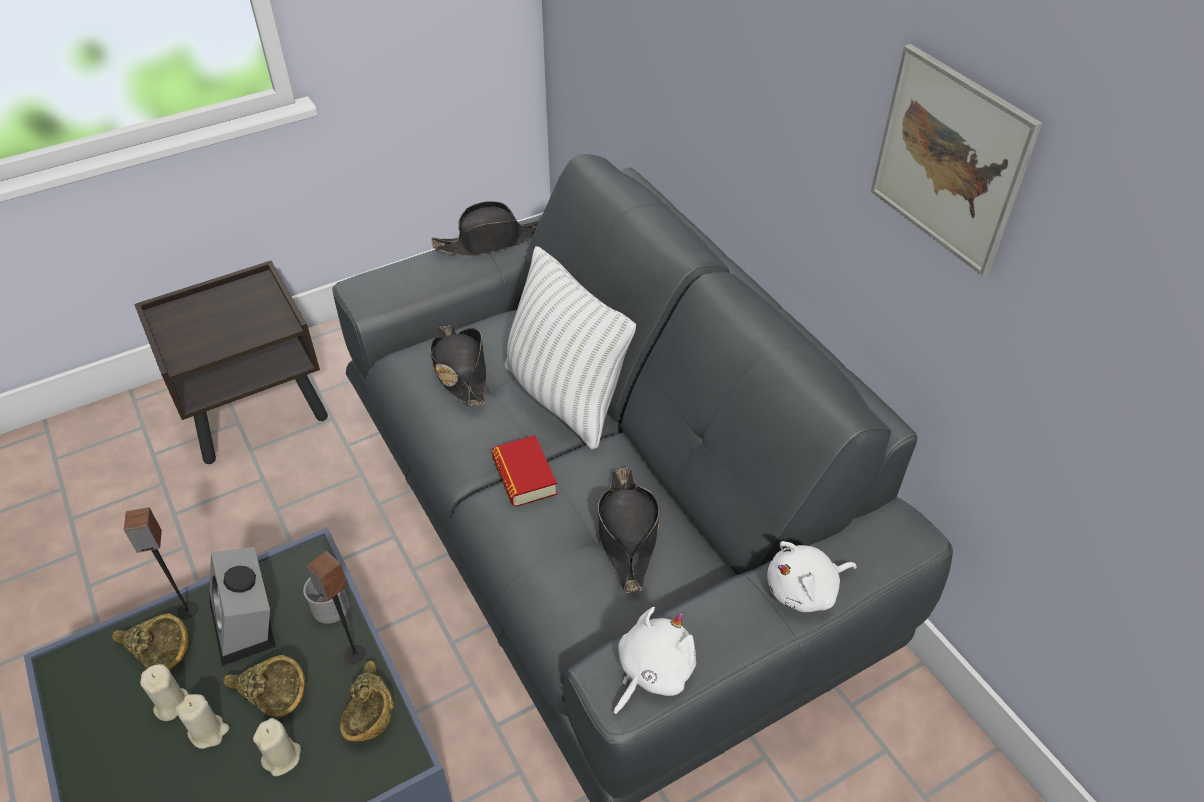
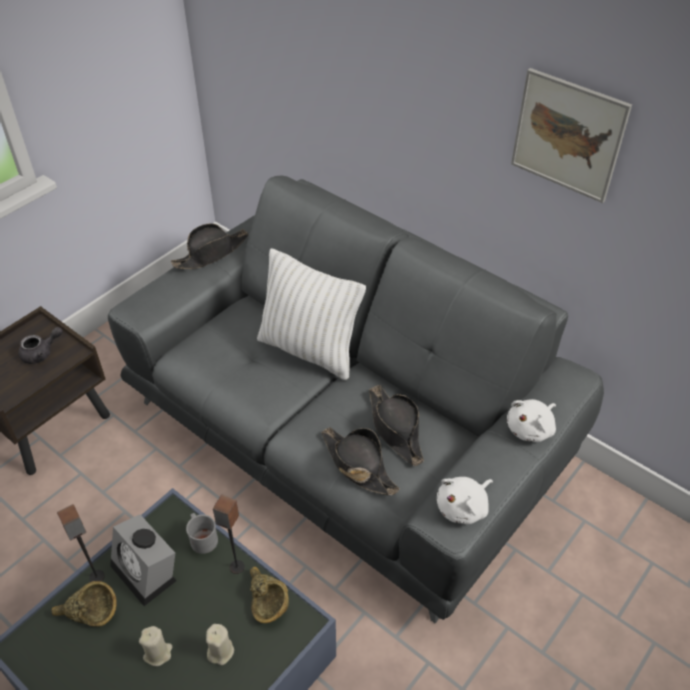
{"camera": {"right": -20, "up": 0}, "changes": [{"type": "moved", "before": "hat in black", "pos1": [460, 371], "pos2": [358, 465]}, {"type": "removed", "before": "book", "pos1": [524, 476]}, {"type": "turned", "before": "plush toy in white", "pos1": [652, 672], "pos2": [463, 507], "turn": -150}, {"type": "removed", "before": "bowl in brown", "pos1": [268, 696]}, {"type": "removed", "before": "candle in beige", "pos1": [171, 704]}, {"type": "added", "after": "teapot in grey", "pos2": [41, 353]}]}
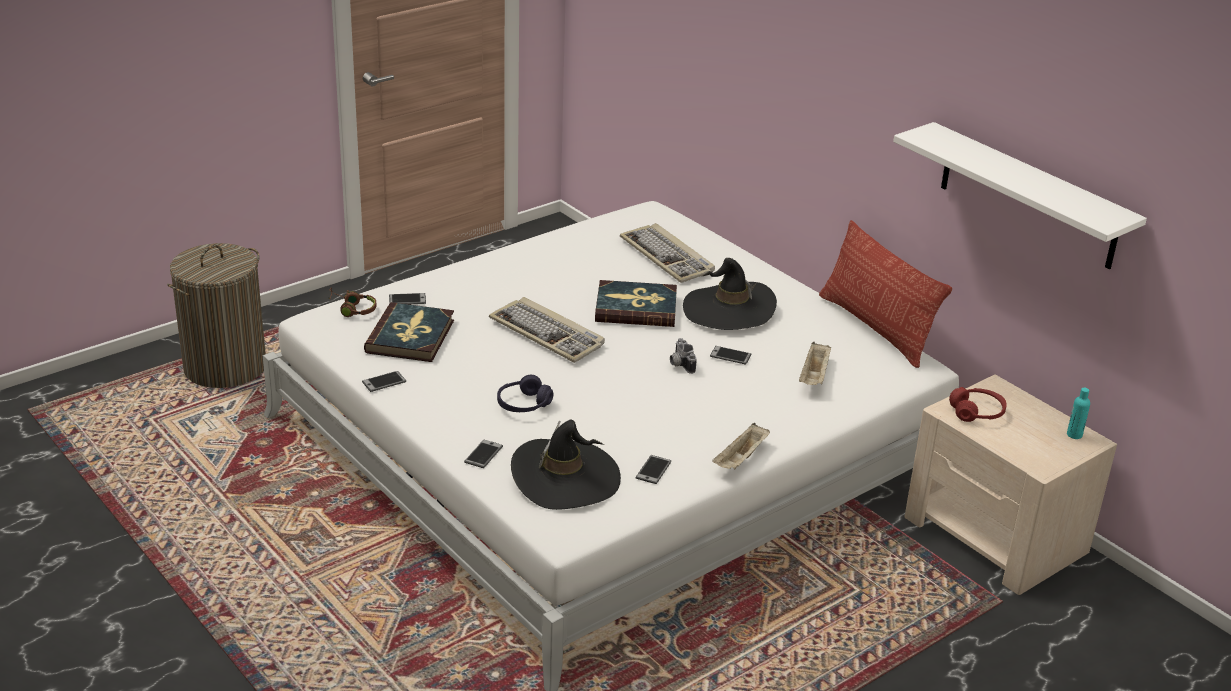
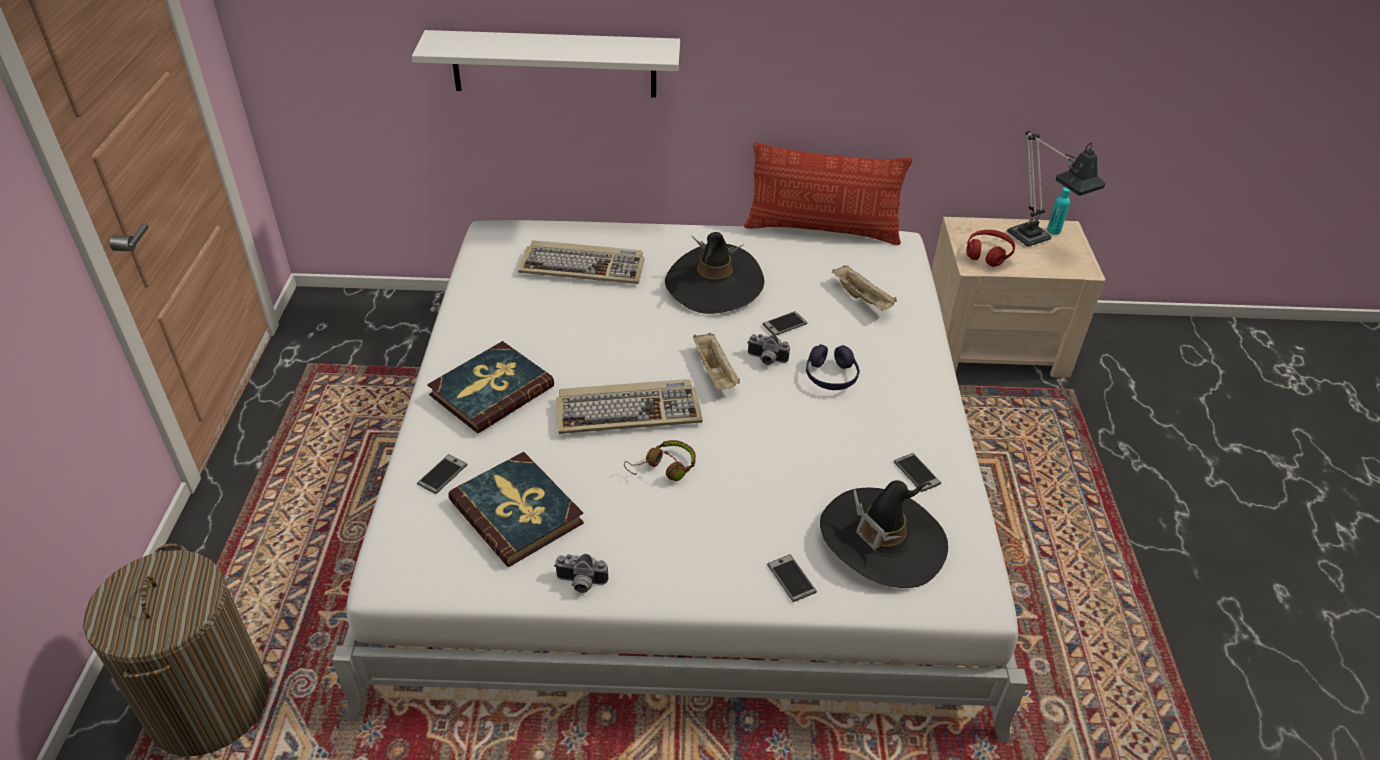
{"camera": {"right": -50, "up": 10}, "changes": [{"type": "moved", "before": "shelf in white", "pos1": [1028, 196], "pos2": [554, 64]}, {"type": "moved", "before": "book", "pos1": [636, 308], "pos2": [491, 390]}, {"type": "moved", "before": "headphones in brown", "pos1": [352, 309], "pos2": [663, 468]}, {"type": "replaced", "before": "phone", "after": "photo camera", "pos1": [384, 382], "pos2": [580, 583]}, {"type": "moved", "before": "headphones in purple", "pos1": [523, 404], "pos2": [831, 376]}, {"type": "moved", "before": "tray in beige", "pos1": [741, 459], "pos2": [715, 372]}, {"type": "added", "after": "table lamp", "pos2": [1035, 241]}]}
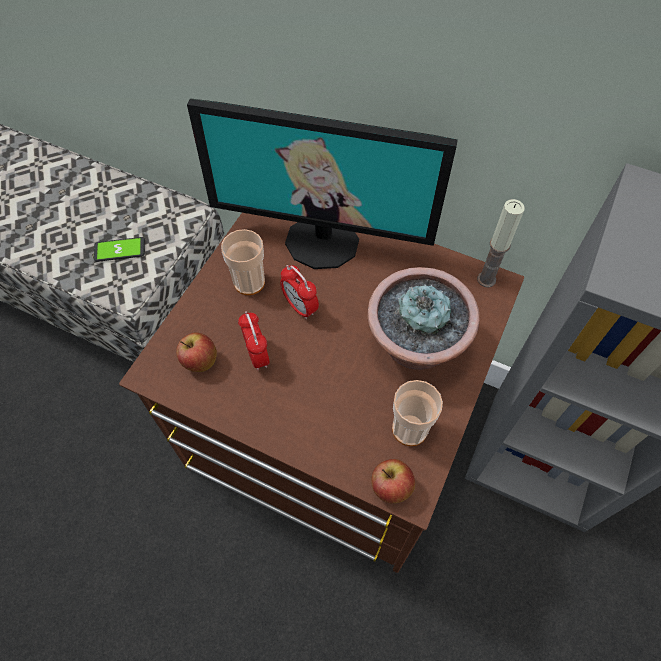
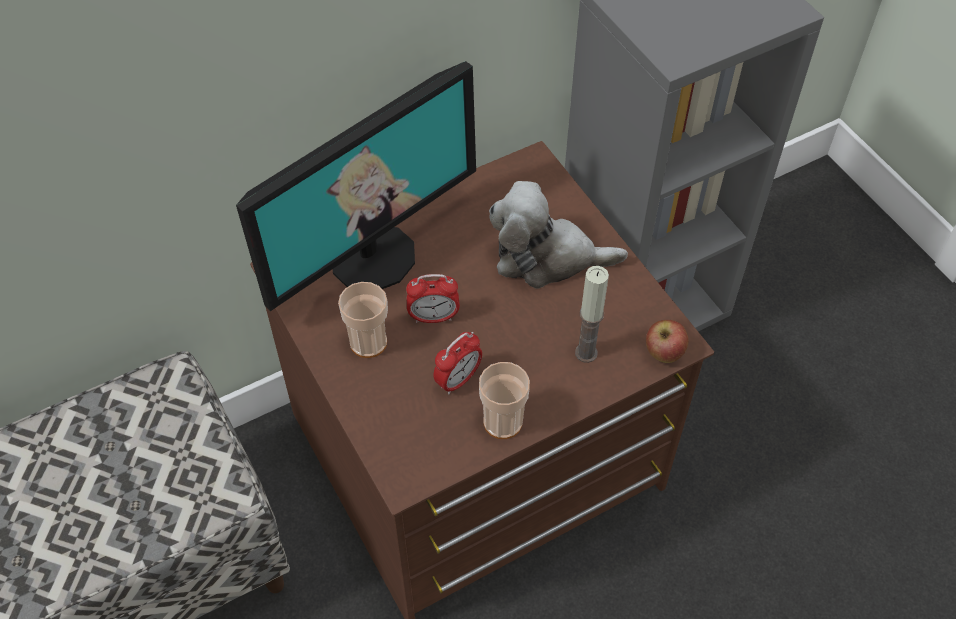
{"camera": {"right": -55, "up": -5}, "changes": [{"type": "moved", "before": "candle", "pos1": [486, 279], "pos2": [586, 353]}, {"type": "removed", "before": "phone", "pos1": [119, 250]}, {"type": "replaced", "before": "potted plant", "after": "plush toy", "pos1": [415, 346], "pos2": [547, 257]}, {"type": "turned", "before": "alarm clock", "pos1": [257, 355], "pos2": [458, 380], "turn": 120}, {"type": "removed", "before": "apple", "pos1": [200, 362]}, {"type": "moved", "before": "cup", "pos1": [409, 429], "pos2": [502, 422]}]}
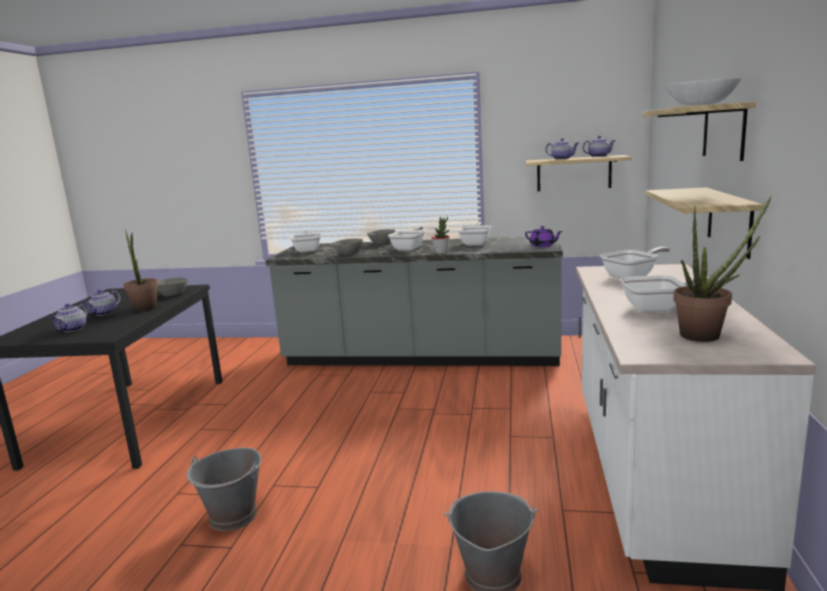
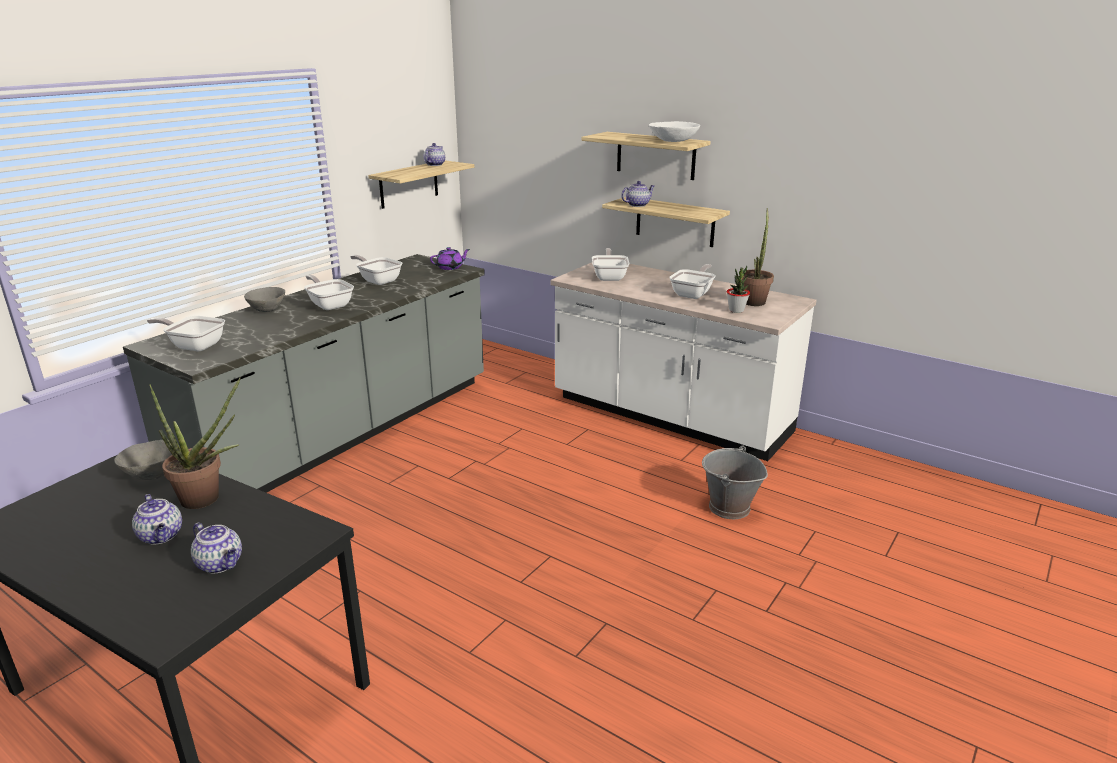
{"camera": {"right": -65, "up": 10}, "changes": [{"type": "moved", "before": "teapot", "pos1": [562, 159], "pos2": [637, 205]}, {"type": "moved", "before": "potted plant", "pos1": [441, 252], "pos2": [736, 310]}, {"type": "removed", "before": "bowl in grey", "pos1": [348, 254]}, {"type": "removed", "before": "bucket in grey", "pos1": [233, 516]}]}
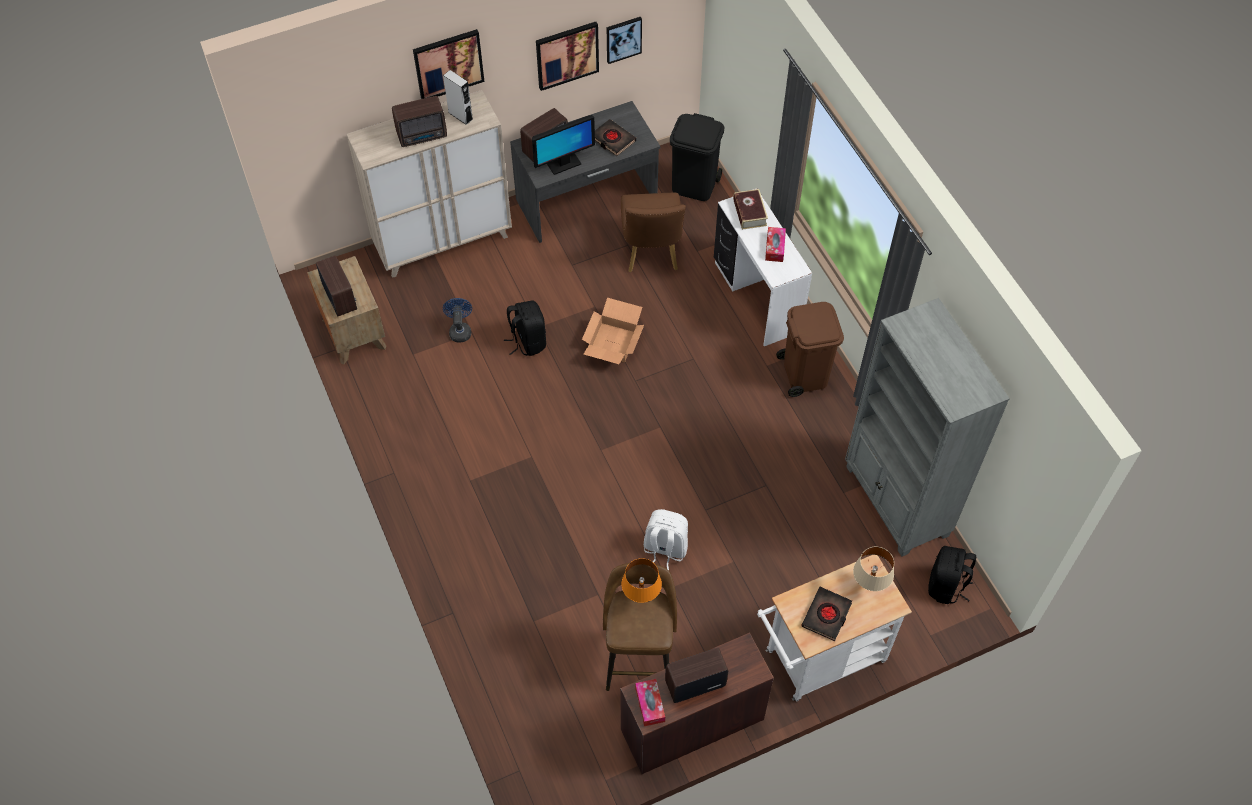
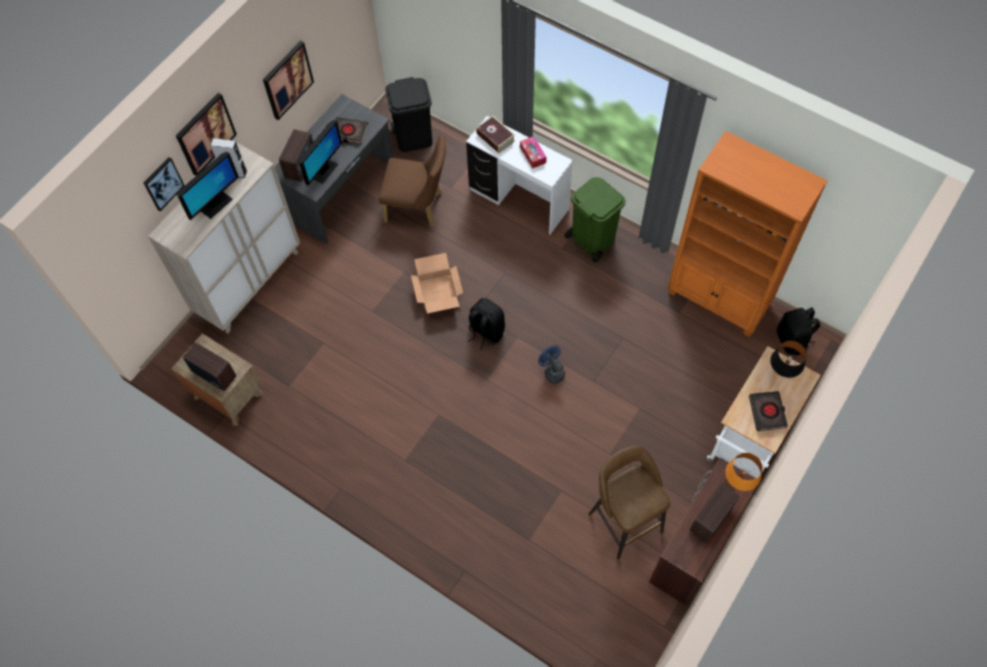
{"camera": {"right": -30, "up": 5}, "changes": [{"type": "moved", "before": "picture", "pos1": [623, 39], "pos2": [163, 183]}, {"type": "replaced", "before": "radio", "after": "monitor", "pos1": [423, 136], "pos2": [215, 205]}, {"type": "turned", "before": "chair in brown", "pos1": [651, 253], "pos2": [418, 207], "turn": -45}, {"type": "moved", "before": "fan in blue", "pos1": [460, 330], "pos2": [552, 371]}, {"type": "recoloured", "before": "bookcase in grey", "after": "bookcase in orange", "pos1": [896, 502], "pos2": [719, 299]}, {"type": "moved", "before": "backpack in black", "pos1": [527, 341], "pos2": [485, 332]}, {"type": "recoloured", "before": "trash can in brown", "after": "trash can in green", "pos1": [804, 373], "pos2": [592, 239]}, {"type": "removed", "before": "backpack in white", "pos1": [664, 549]}, {"type": "recoloured", "before": "table lamp in beige", "after": "table lamp in black", "pos1": [867, 588], "pos2": [780, 375]}, {"type": "moved", "before": "table lamp in orange", "pos1": [641, 599], "pos2": [737, 484]}, {"type": "removed", "before": "tissue box", "pos1": [650, 705]}]}
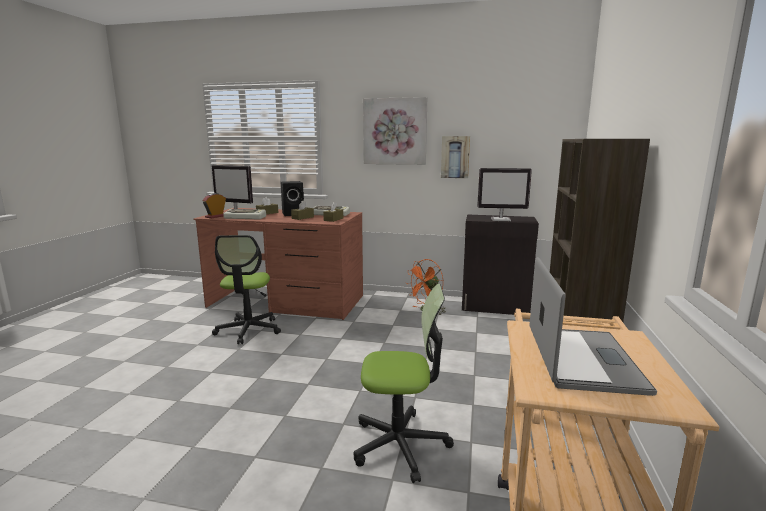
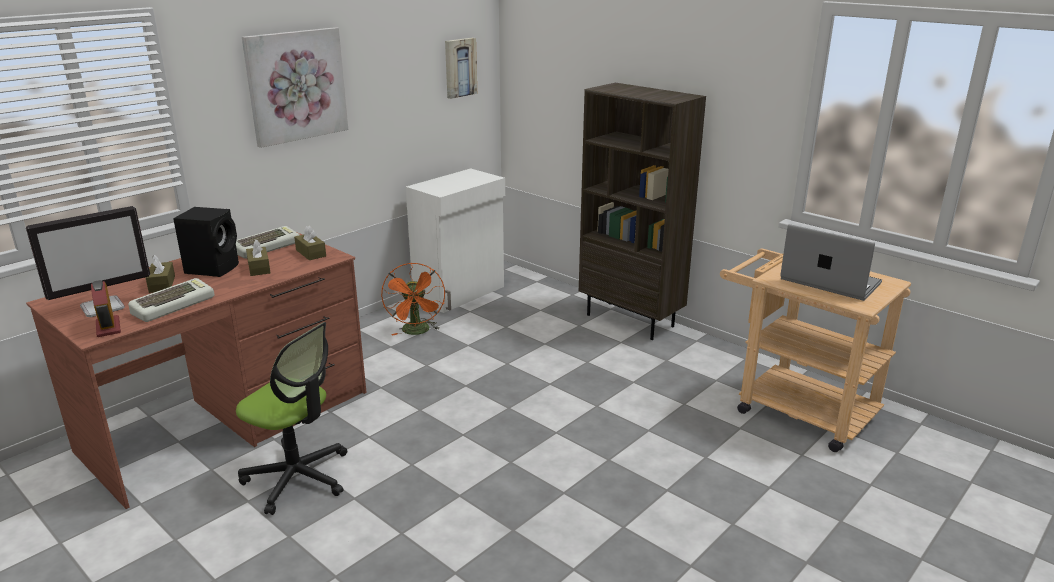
{"camera": {"right": -60, "up": 10}, "changes": [{"type": "moved", "before": "picture", "pos1": [455, 157], "pos2": [459, 67]}, {"type": "removed", "before": "monitor", "pos1": [501, 219]}, {"type": "recoloured", "before": "cabinet in black", "after": "cabinet in white", "pos1": [495, 307], "pos2": [460, 293]}, {"type": "removed", "before": "office chair", "pos1": [400, 444]}]}
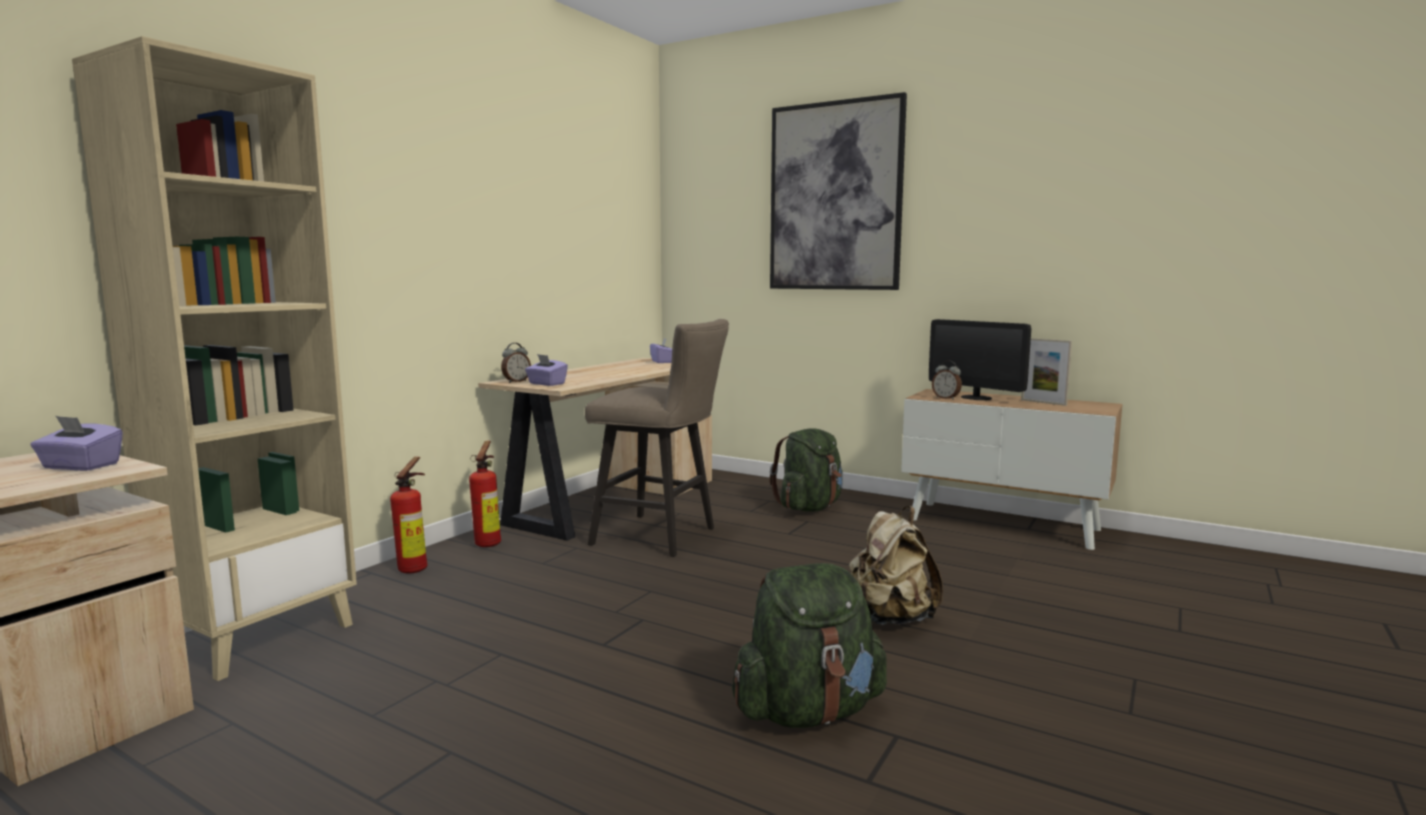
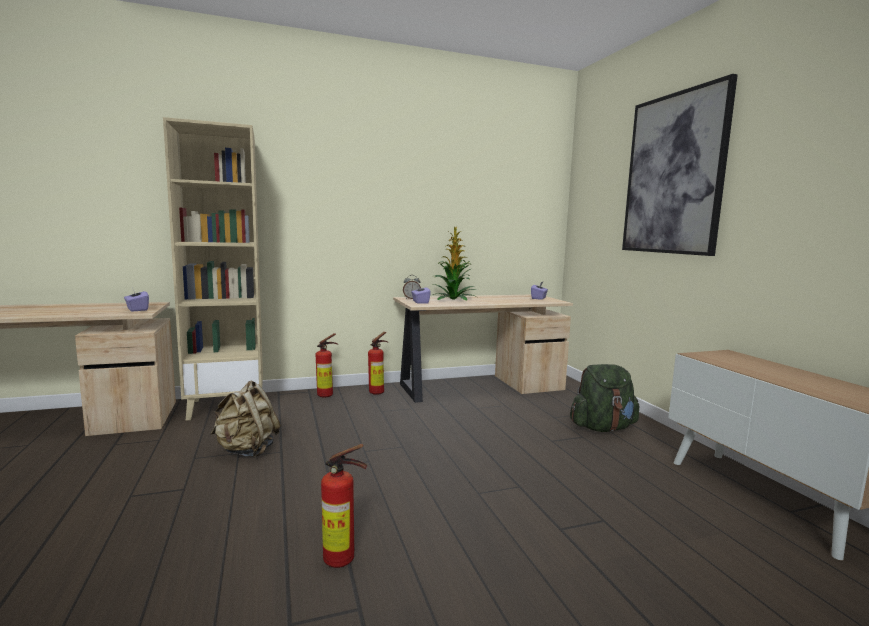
{"camera": {"right": 40, "up": 0}, "changes": [{"type": "removed", "before": "stool in beige", "pos1": [662, 537]}, {"type": "removed", "before": "monitor", "pos1": [976, 397]}, {"type": "removed", "before": "picture frame", "pos1": [1043, 402]}, {"type": "removed", "before": "alarm clock", "pos1": [946, 398]}, {"type": "moved", "before": "backpack in beige", "pos1": [890, 619], "pos2": [247, 450]}, {"type": "replaced", "before": "backpack in green", "after": "fire extinguisher", "pos1": [808, 711], "pos2": [343, 560]}, {"type": "added", "after": "potted plant", "pos2": [453, 299]}]}
